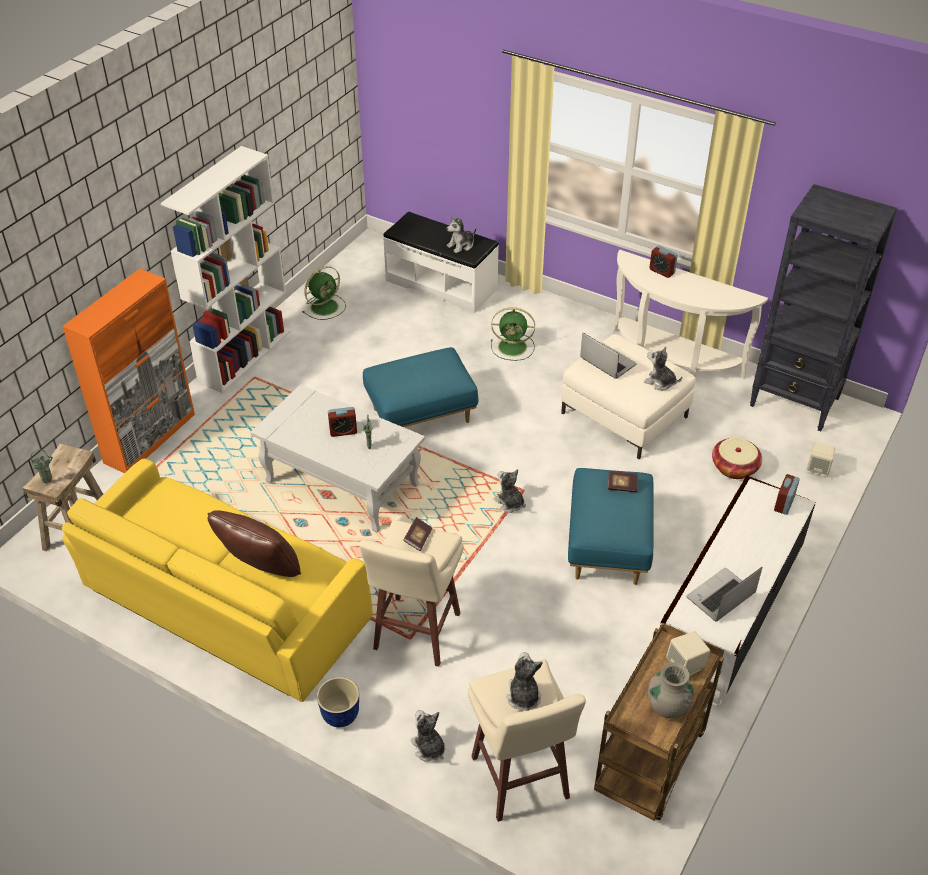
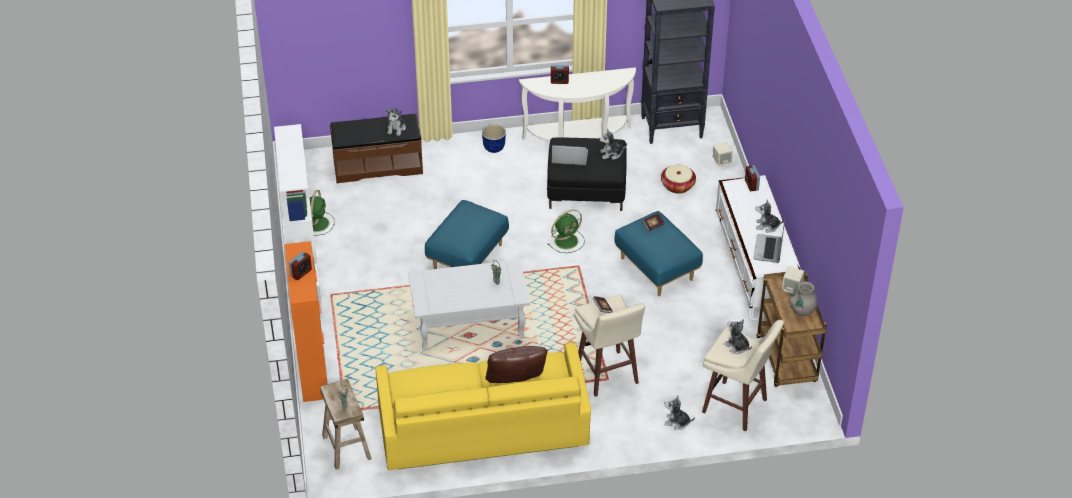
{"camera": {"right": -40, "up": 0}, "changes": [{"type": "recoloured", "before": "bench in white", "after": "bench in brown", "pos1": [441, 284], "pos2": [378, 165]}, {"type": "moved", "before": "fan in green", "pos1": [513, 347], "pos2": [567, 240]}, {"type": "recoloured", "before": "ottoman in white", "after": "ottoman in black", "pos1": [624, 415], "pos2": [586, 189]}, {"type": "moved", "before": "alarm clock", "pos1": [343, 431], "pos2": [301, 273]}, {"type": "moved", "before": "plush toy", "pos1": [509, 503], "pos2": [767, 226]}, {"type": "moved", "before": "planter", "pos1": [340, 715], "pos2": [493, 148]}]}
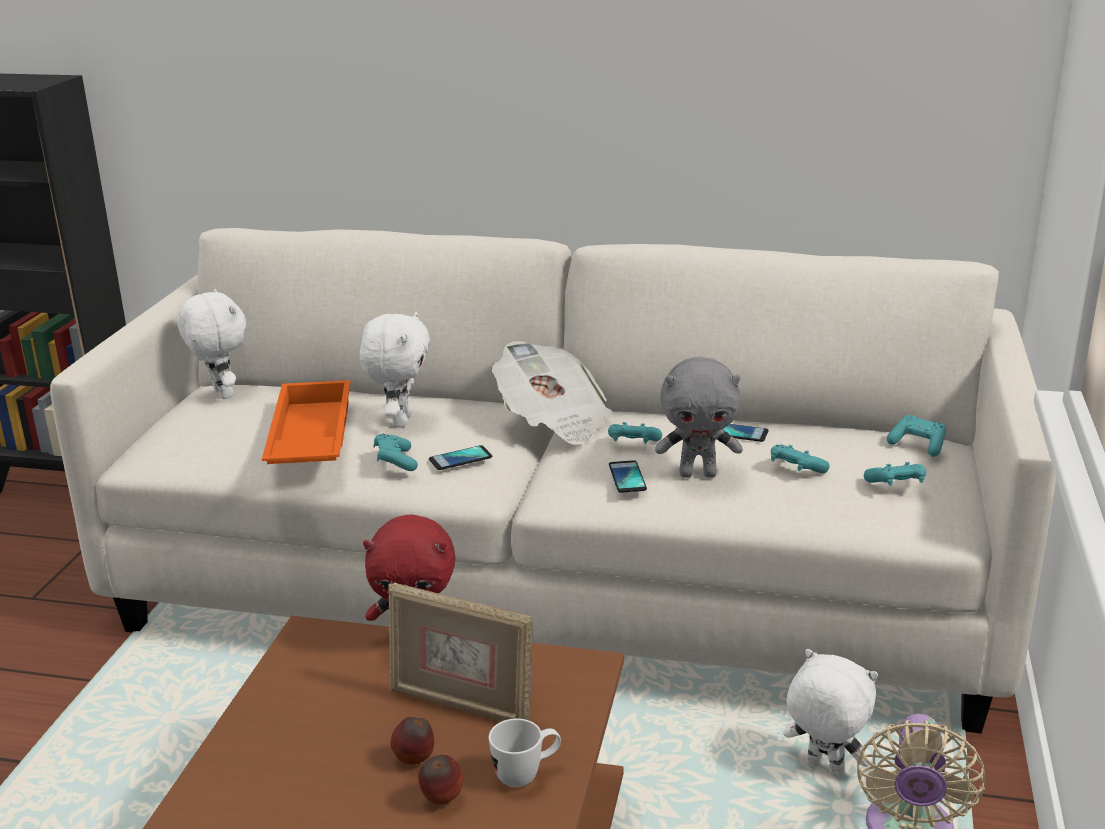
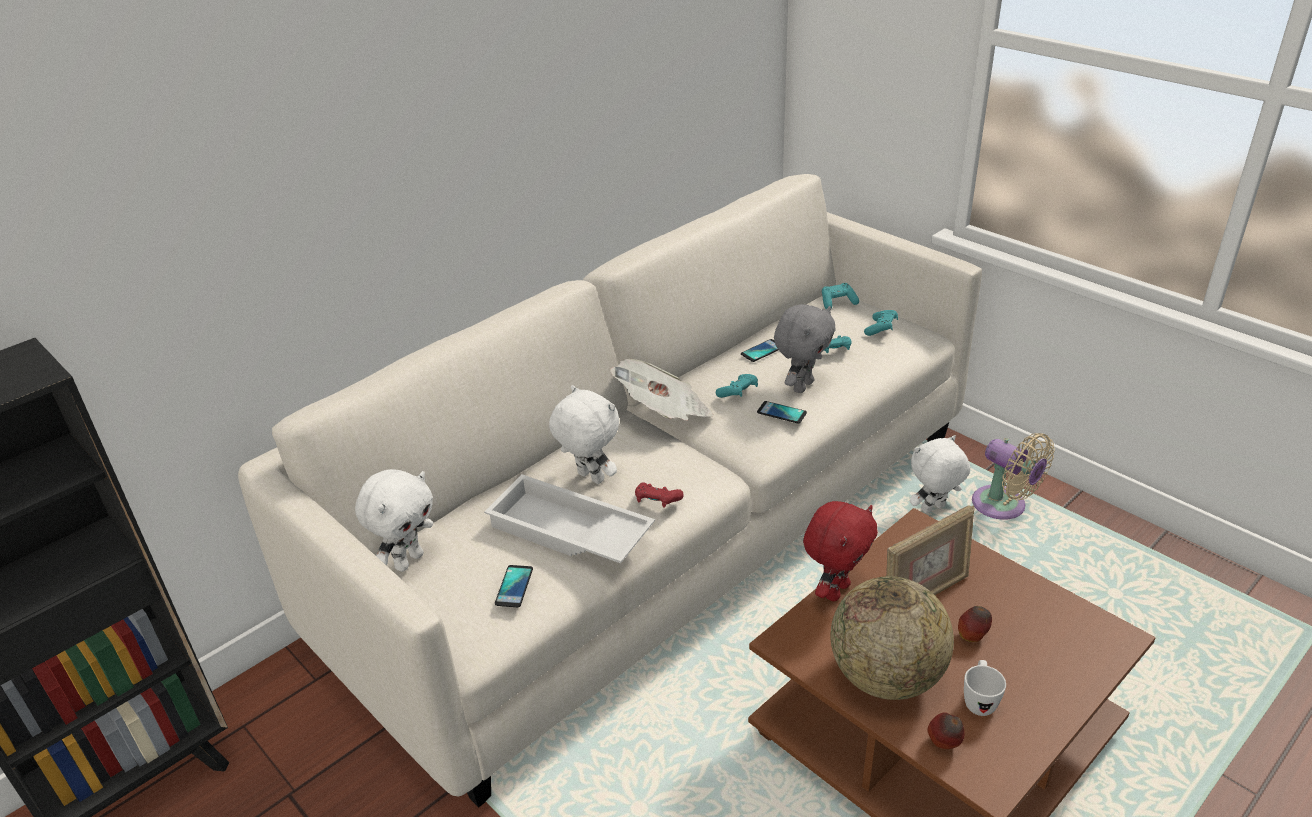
{"camera": {"right": -55, "up": 10}, "changes": [{"type": "turned", "before": "plush toy in white", "pos1": [221, 394], "pos2": [408, 560], "turn": 120}, {"type": "recoloured", "before": "tray in orange", "after": "tray in white", "pos1": [308, 437], "pos2": [567, 533]}, {"type": "recoloured", "before": "game controller in turquoise", "after": "game controller in red", "pos1": [395, 462], "pos2": [657, 502]}, {"type": "moved", "before": "phone", "pos1": [460, 459], "pos2": [514, 586]}, {"type": "moved", "before": "mug in white", "pos1": [526, 775], "pos2": [979, 700]}, {"type": "moved", "before": "apple", "pos1": [441, 800], "pos2": [944, 744]}, {"type": "added", "after": "globe", "pos2": [886, 677]}]}
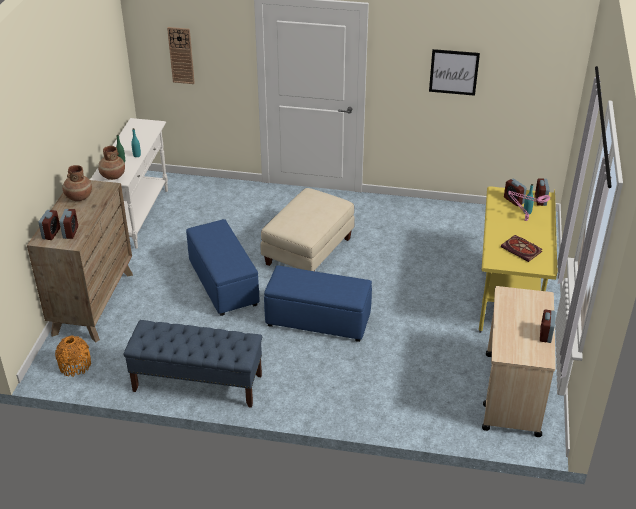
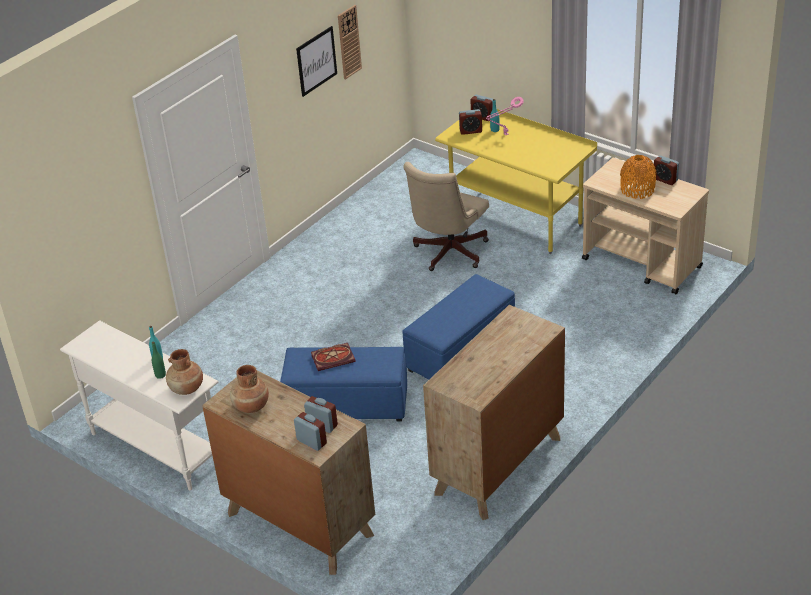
{"camera": {"right": -60, "up": 0}, "changes": [{"type": "moved", "before": "wall clock", "pos1": [181, 55], "pos2": [349, 42]}, {"type": "removed", "before": "ottoman in beige", "pos1": [309, 252]}, {"type": "moved", "before": "book", "pos1": [522, 250], "pos2": [334, 358]}, {"type": "replaced", "before": "bench in blue", "after": "dresser in brown", "pos1": [197, 383], "pos2": [498, 465]}, {"type": "moved", "before": "vase in orange", "pos1": [75, 365], "pos2": [637, 189]}, {"type": "added", "after": "office chair in beige", "pos2": [447, 254]}]}
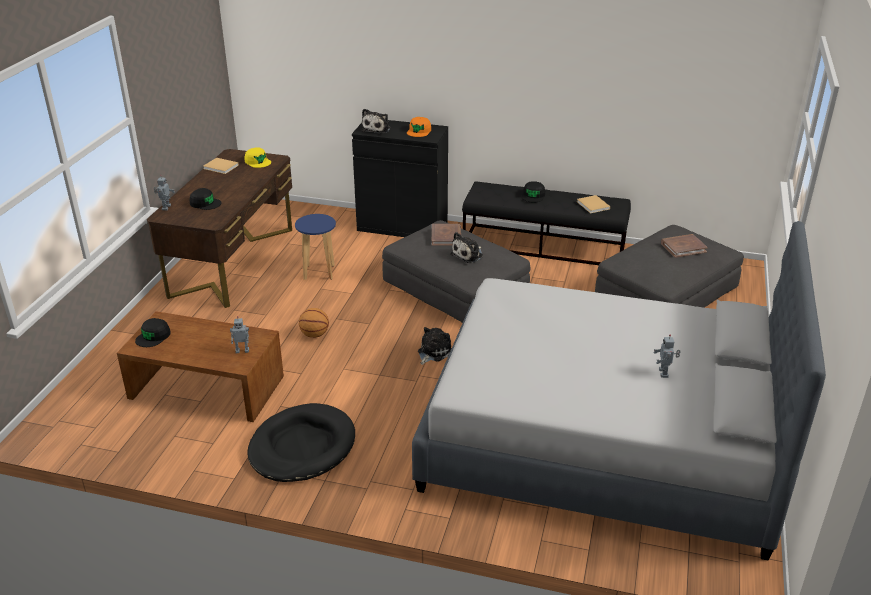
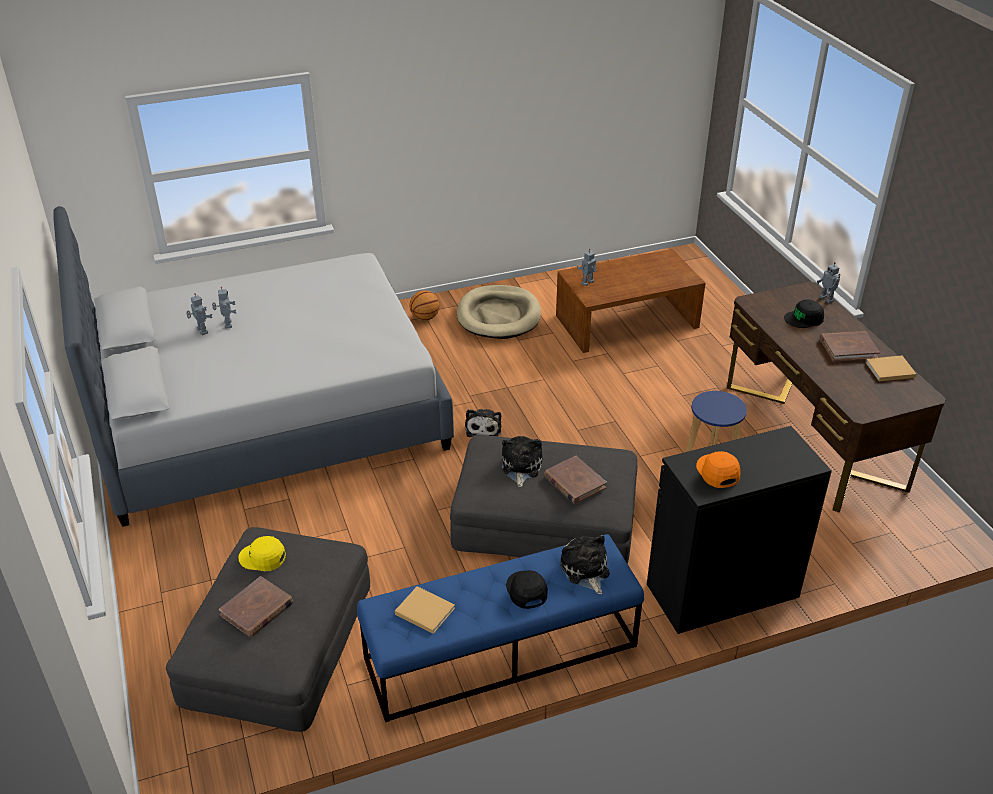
{"camera": {"right": 145, "up": 5}, "changes": [{"type": "moved", "before": "plush toy", "pos1": [377, 129], "pos2": [585, 570]}, {"type": "moved", "before": "cap in yellow", "pos1": [258, 162], "pos2": [263, 557]}, {"type": "recoloured", "before": "bench in black", "after": "bench in blue", "pos1": [544, 246], "pos2": [500, 652]}, {"type": "moved", "before": "basketball", "pos1": [315, 334], "pos2": [425, 318]}, {"type": "removed", "before": "cap in black", "pos1": [153, 336]}, {"type": "recoloured", "before": "dog bed in black", "after": "dog bed in beige", "pos1": [302, 447], "pos2": [499, 316]}, {"type": "added", "after": "toy robot", "pos2": [227, 324]}, {"type": "added", "after": "book in brown", "pos2": [848, 348]}]}
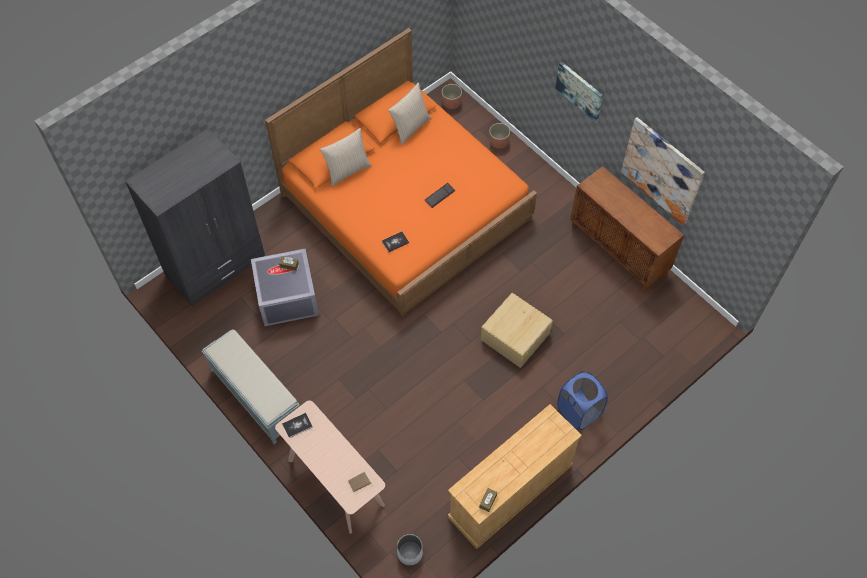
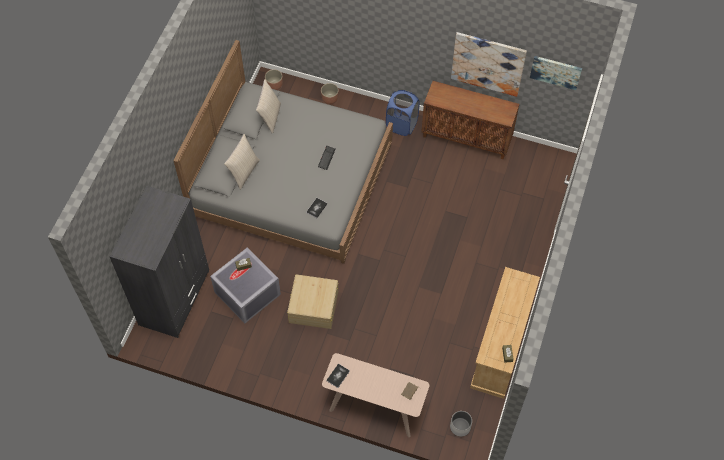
{"camera": {"right": -30, "up": 0}, "changes": [{"type": "recoloured", "before": "bed in orange", "after": "bed in grey", "pos1": [405, 206], "pos2": [292, 180]}, {"type": "moved", "before": "picture", "pos1": [579, 90], "pos2": [555, 72]}, {"type": "moved", "before": "storage box in beige", "pos1": [514, 336], "pos2": [313, 307]}, {"type": "removed", "before": "bench in grey", "pos1": [255, 395]}, {"type": "moved", "before": "laundry basket in blue", "pos1": [579, 412], "pos2": [401, 125]}]}
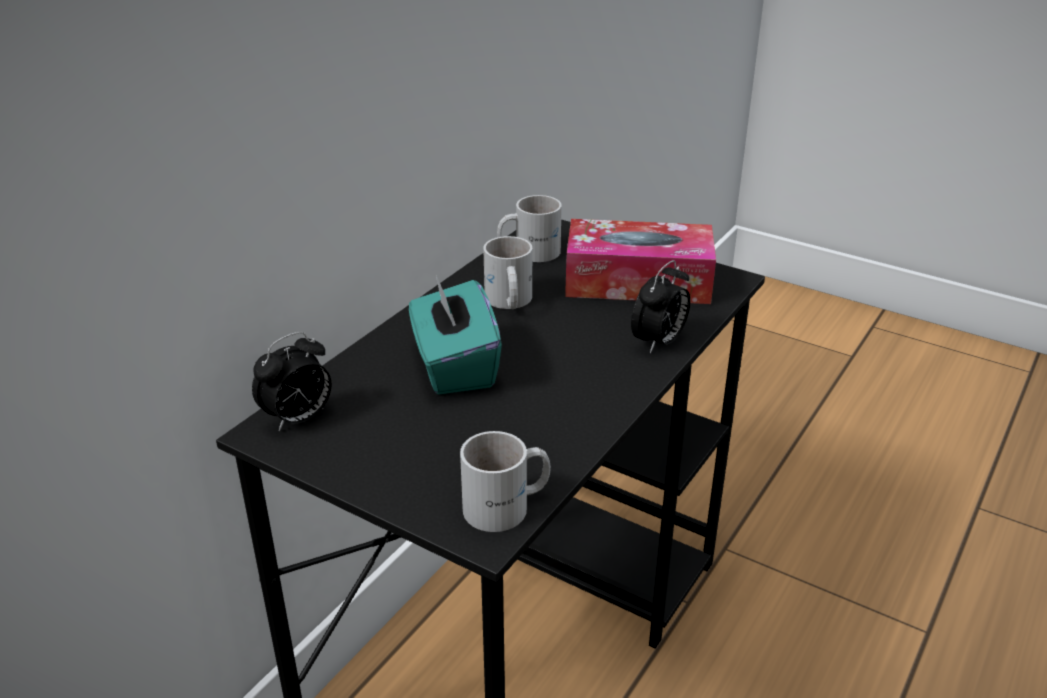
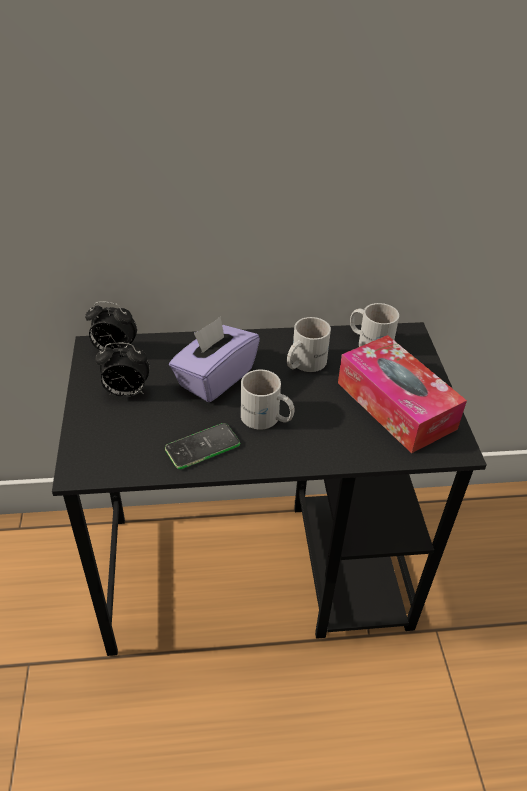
{"camera": {"right": 50, "up": 10}, "changes": [{"type": "moved", "before": "alarm clock", "pos1": [659, 342], "pos2": [126, 393]}, {"type": "recoloured", "before": "tissue box in turquoise", "after": "tissue box in purple", "pos1": [454, 366], "pos2": [215, 378]}, {"type": "moved", "before": "mug in white", "pos1": [508, 507], "pos2": [266, 419]}, {"type": "added", "after": "phone", "pos2": [202, 447]}]}
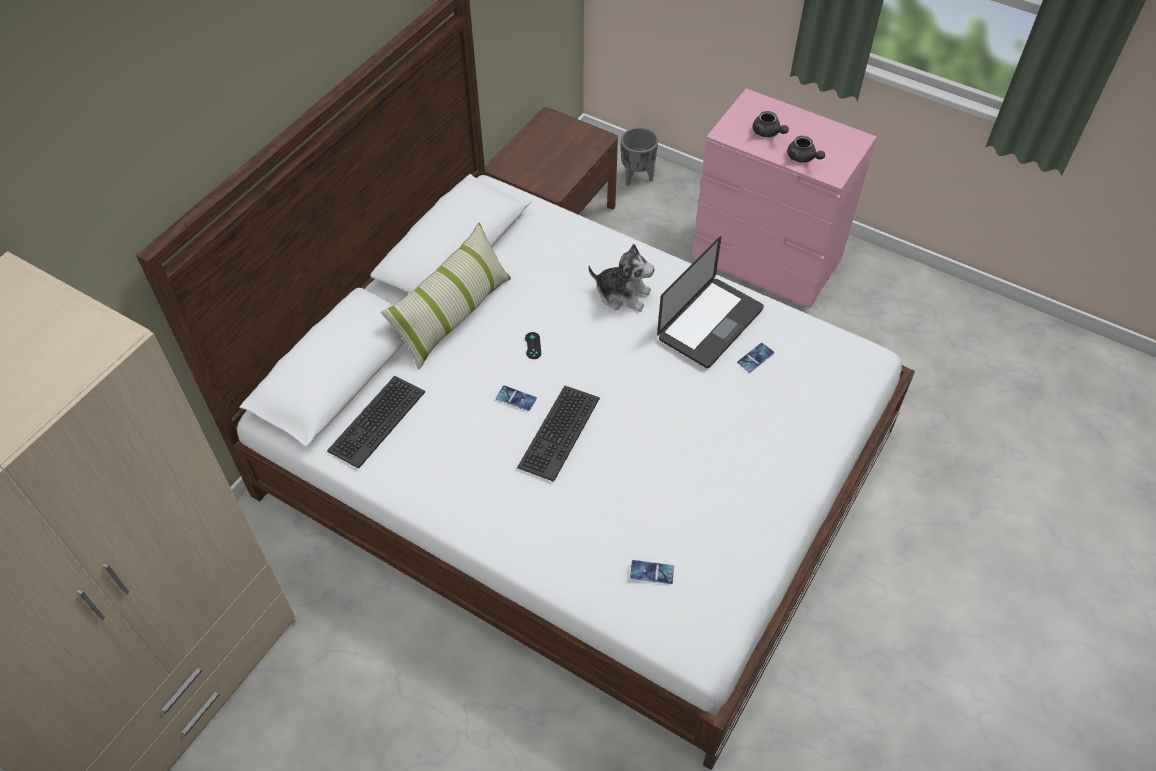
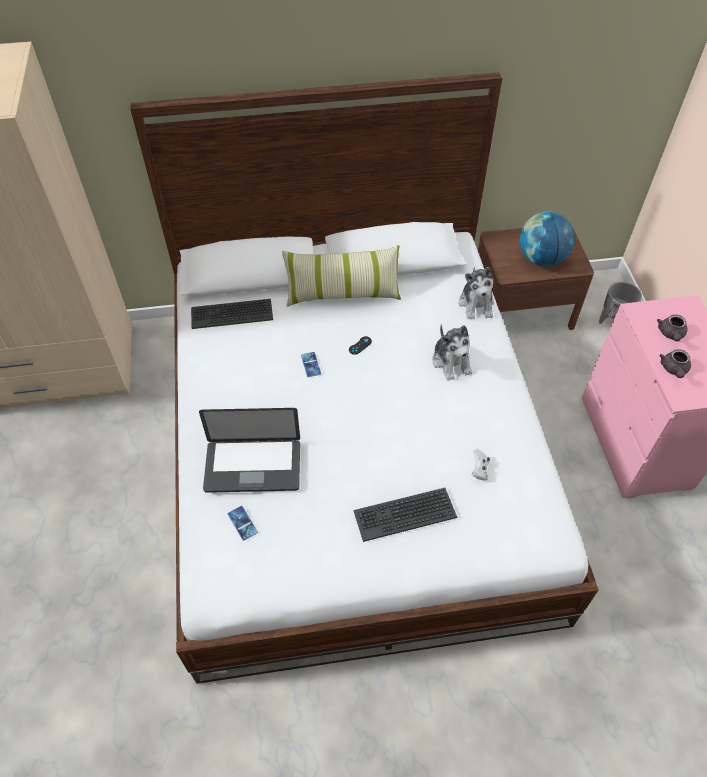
{"camera": {"right": 50, "up": 0}, "changes": [{"type": "moved", "before": "laptop", "pos1": [710, 324], "pos2": [253, 466]}, {"type": "replaced", "before": "phone", "after": "game controller in white", "pos1": [755, 357], "pos2": [479, 470]}, {"type": "moved", "before": "keyboard", "pos1": [558, 432], "pos2": [404, 513]}, {"type": "added", "after": "globe", "pos2": [541, 258]}, {"type": "added", "after": "plush toy", "pos2": [476, 304]}]}
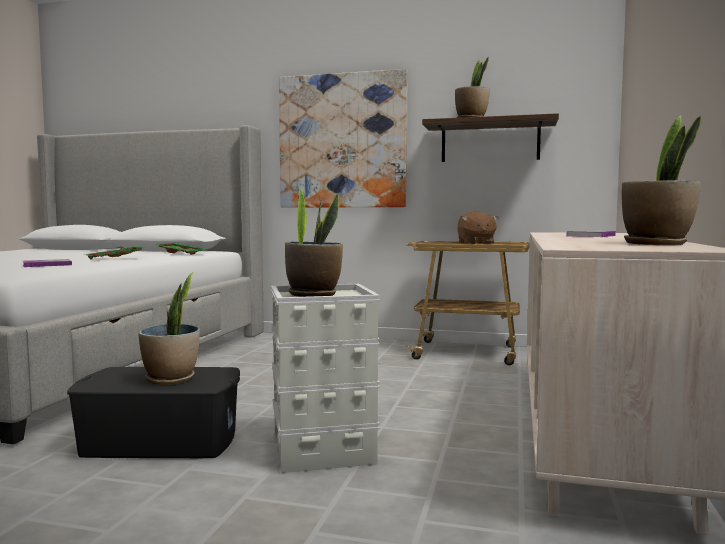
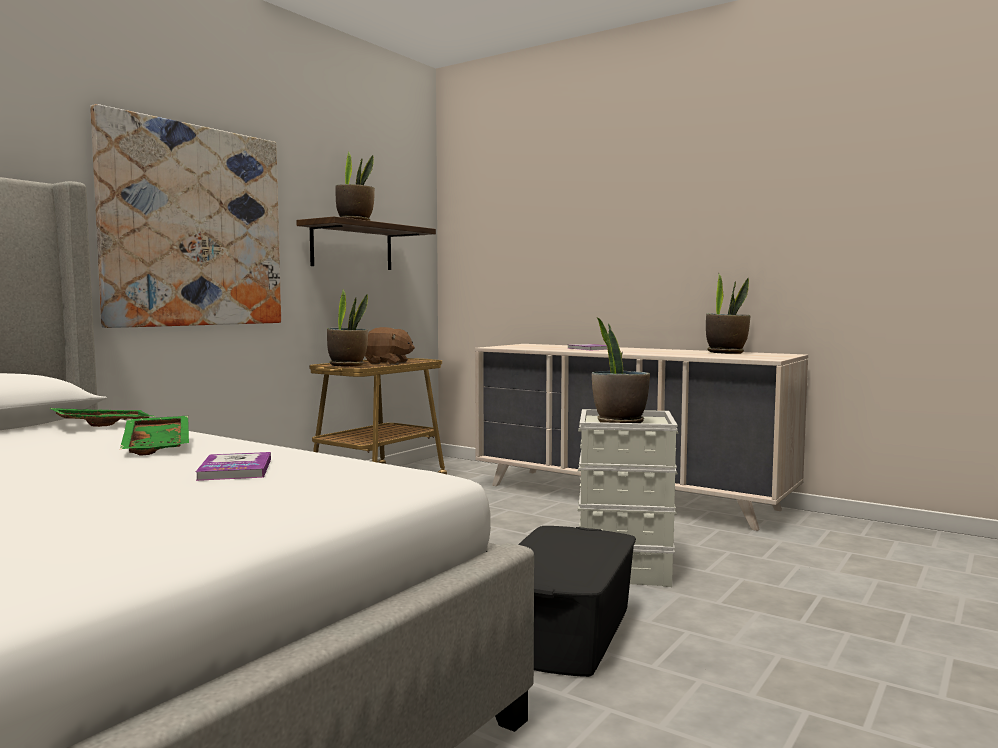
{"camera": {"right": -70, "up": 0}, "changes": [{"type": "moved", "before": "potted plant", "pos1": [171, 379], "pos2": [347, 365]}]}
